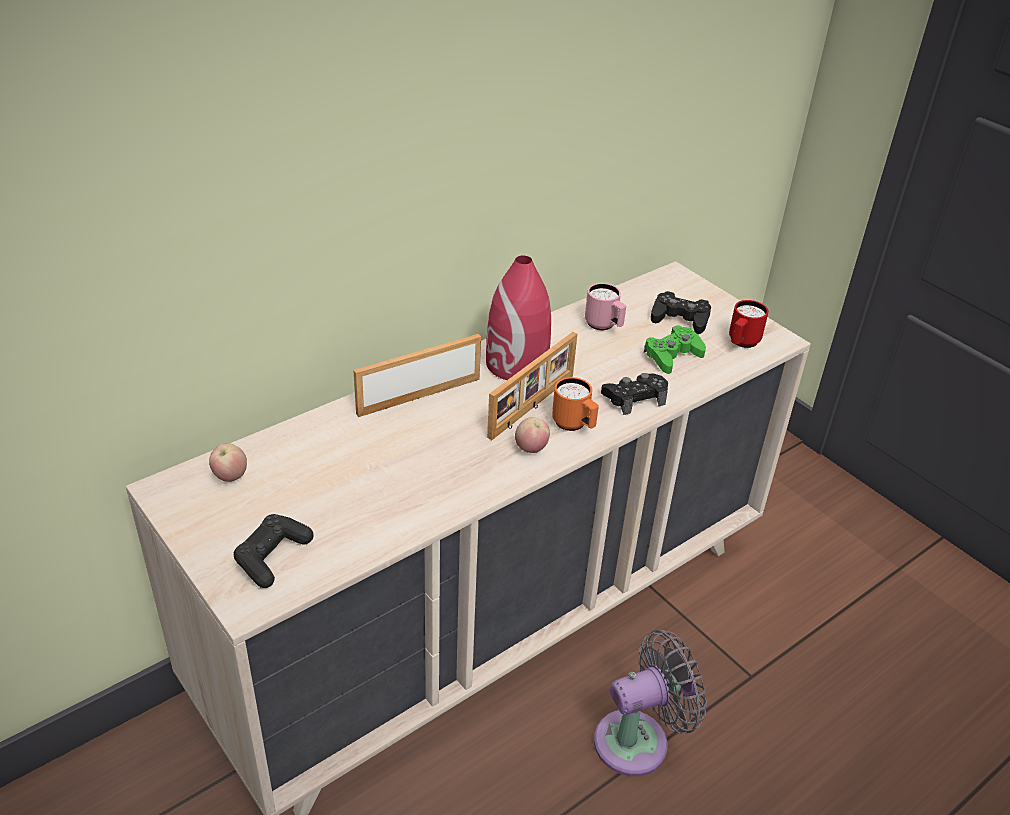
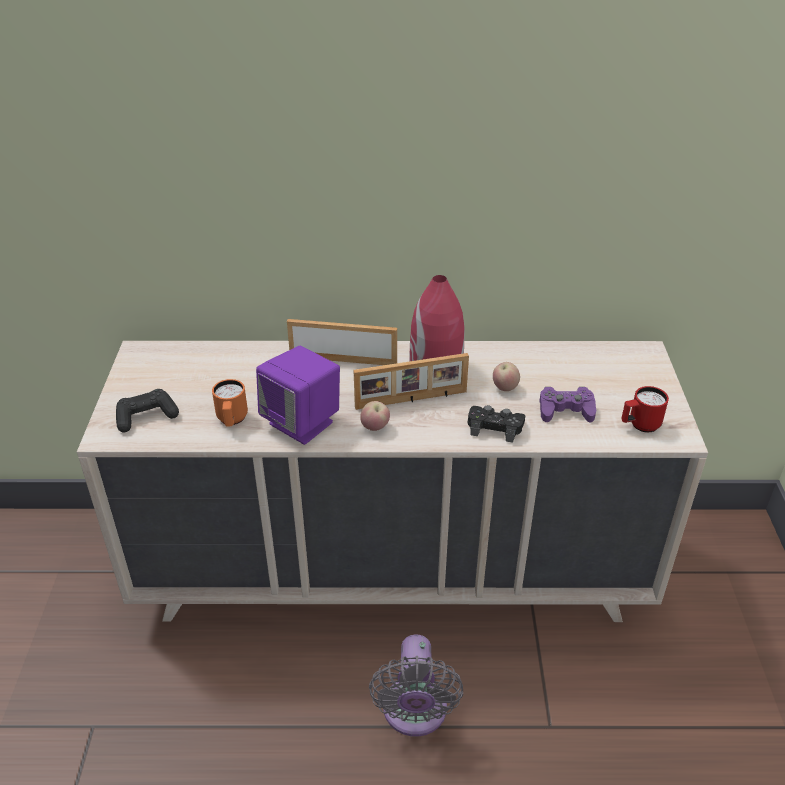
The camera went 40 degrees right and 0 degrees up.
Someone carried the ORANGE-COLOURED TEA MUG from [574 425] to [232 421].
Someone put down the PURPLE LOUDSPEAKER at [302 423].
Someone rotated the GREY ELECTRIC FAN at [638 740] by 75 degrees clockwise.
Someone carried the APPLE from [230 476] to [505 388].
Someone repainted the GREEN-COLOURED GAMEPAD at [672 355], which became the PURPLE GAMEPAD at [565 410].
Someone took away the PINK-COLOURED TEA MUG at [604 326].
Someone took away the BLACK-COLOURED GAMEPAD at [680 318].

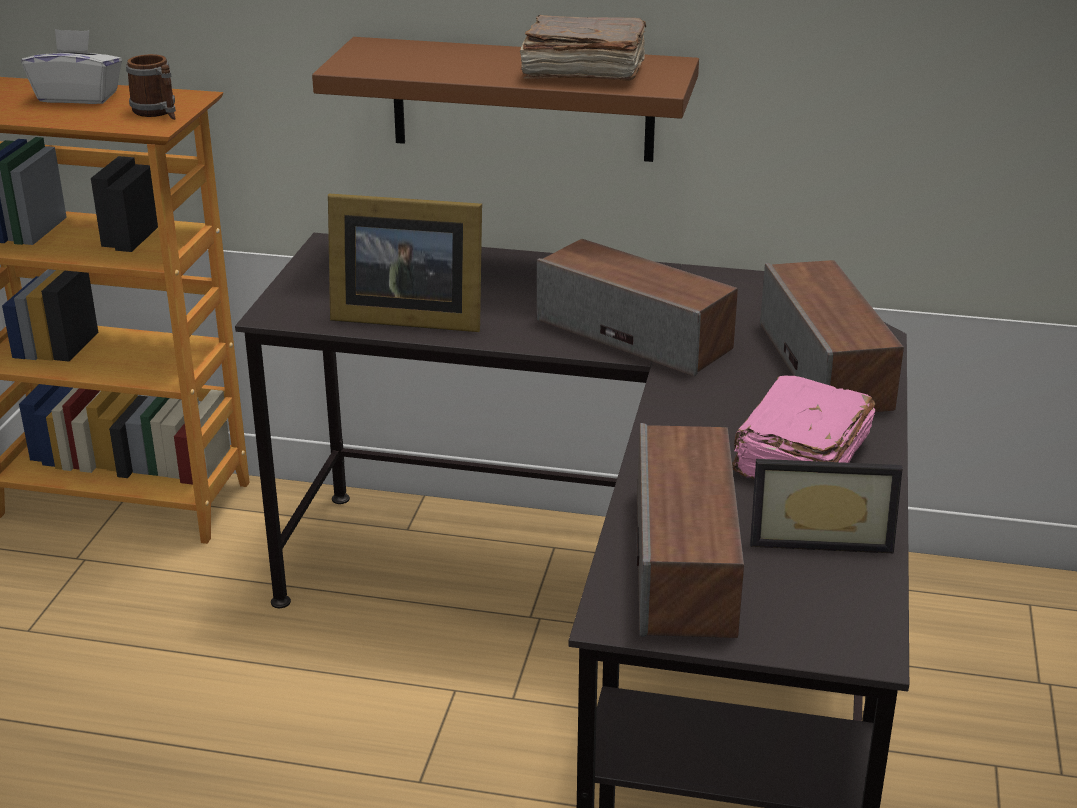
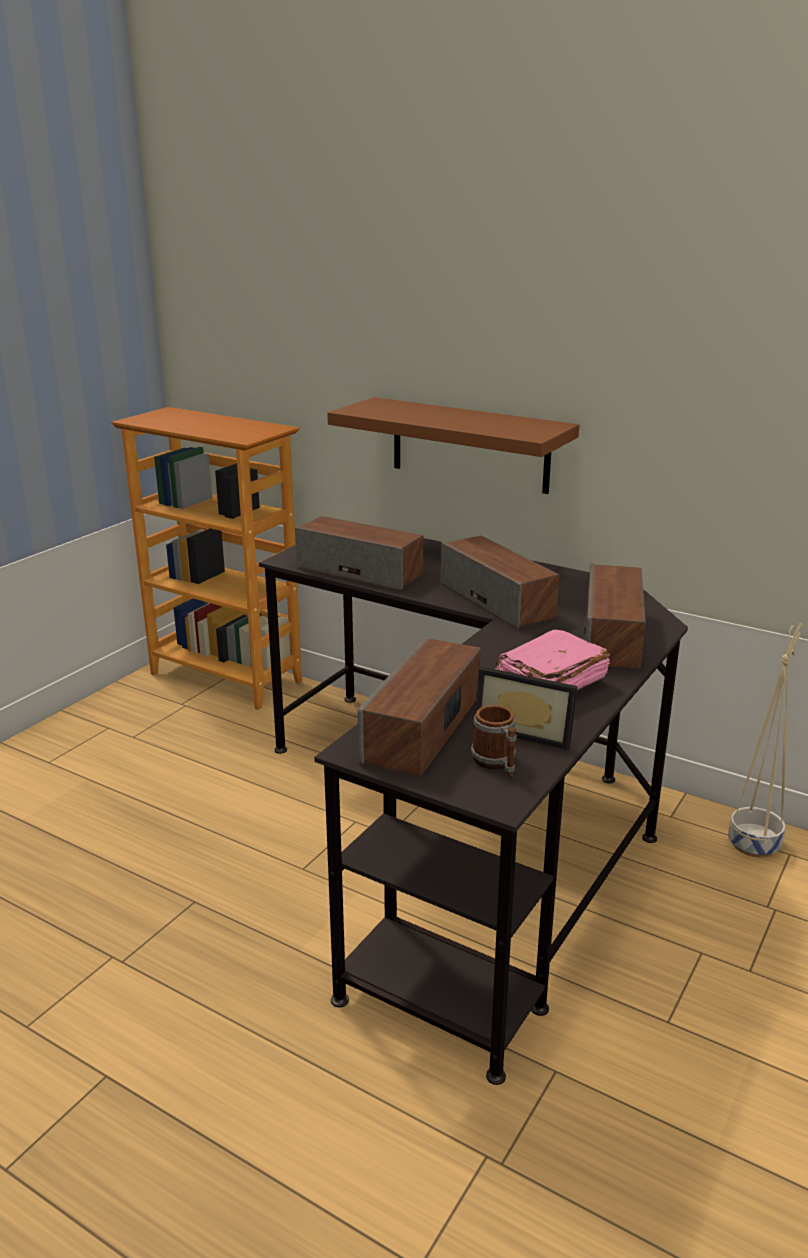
The camera went 20 degrees right and 5 degrees down.
Someone swapped the PICTURE FRAME at [404 316] for the LOUDSPEAKER at [360 571].
Someone carried the TEA MUG from [158 113] to [497 763].
Someone put down the BEIGE-COLOURED FLOWER POT at [754 843].
Someone took away the WHITISH TISSUE HOLDER at [78 97].
Someone took away the BROWNISH BOUND BOOK at [582 72].

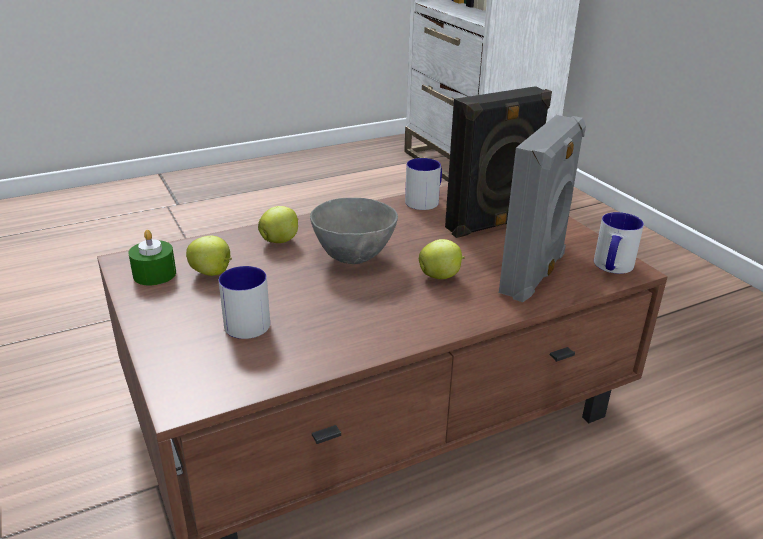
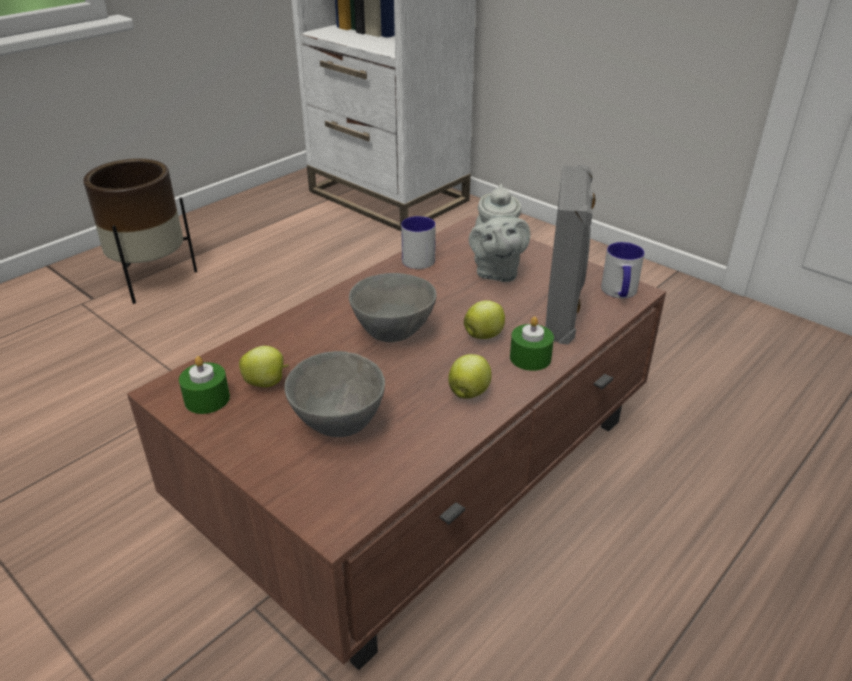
The camera went 20 degrees left and 5 degrees up.
Someone put down the BROWNISH FLOWER POT at [152 279].
Someone swapped the TEA MUG at [247 320] for the GREY BOWL at [337 424].
Someone carried the APPLE from [280 241] to [469 392].
Someone swapped the BLACK-COLOURED LOUDSPEAKER at [492 225] for the GREY TEA POT at [496 271].
Someone put down the GREEN-COLOURED CANDLE at [530 358].

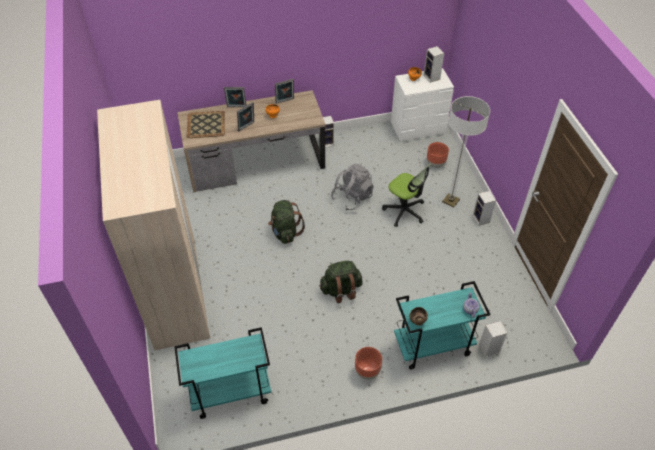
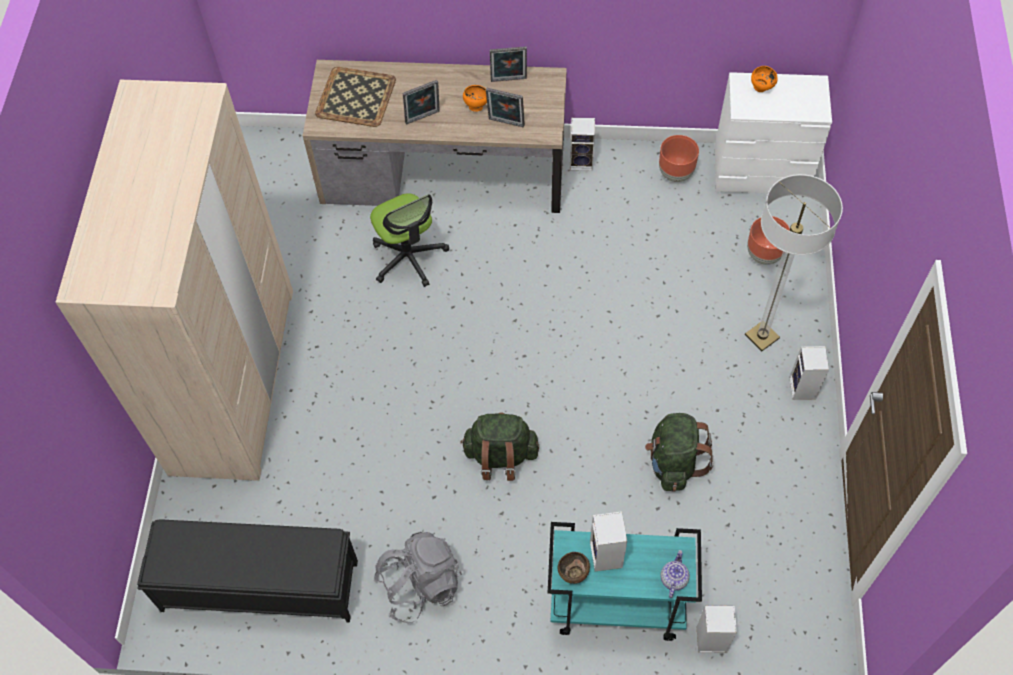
The camera went 20 degrees right and 10 degrees up.
Someone swapped the TURQUOISE-COLOURED TROLLEY at [230 393] for the BLACK-COLOURED BENCH at [258 586].
Someone carried the COMPUTER CHAIR from [404 211] to [409 257].
Someone carried the GREY BACKPACK from [352 197] to [420 585].
Someone carried the PICTURE FRAME from [236 107] to [505 124].
Someone carried the LOUDSPEAKER from [432 77] to [607 556].
Someone carried the GREEN-COLOURED BACKPACK from [285 232] to [673 462].
Someone carried the BROWNISH FLOWER POT from [367 371] to [675 173].

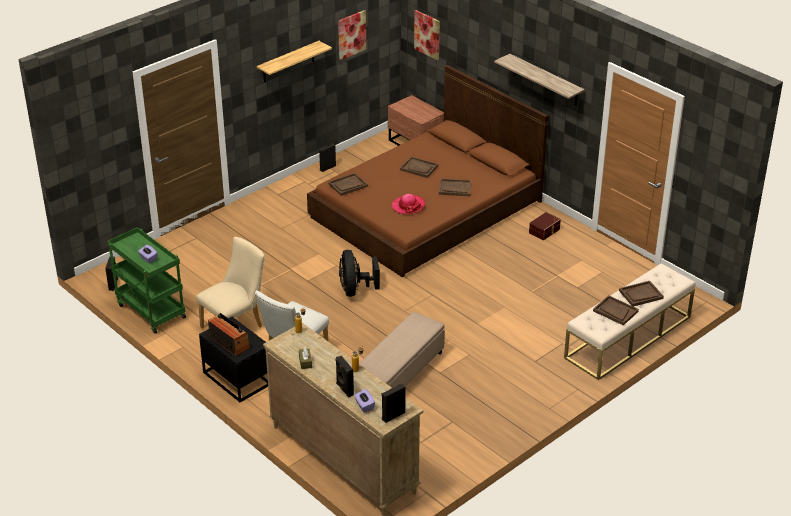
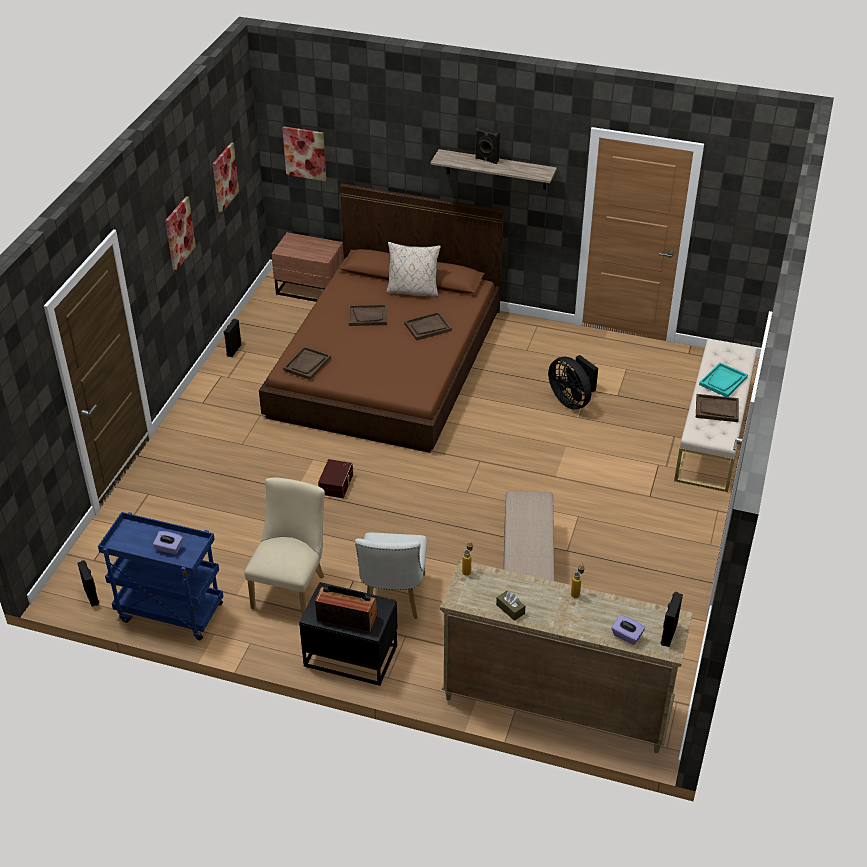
The camera went 30 degrees left and 5 degrees up.
Someone repainted the GREEN-COLOURED TROLLEY at [150 311], which became the BLUE TROLLEY at [169 613].
Someone swapped the WALL SHELF at [288 62] for the WALL ART at [179 233].
Someone carried the BROWNISH STORAGE BIN from [545 231] to [337 484].
Someone put down the BEIGE-COLOURED THROW PILLOW at [413 291].
Someone carried the BLACK-COLOURED LOUDSPEAKER from [344 389] to [486 160].
Someone carried the BLACK-COLOURED ELECTRIC FAN from [355 290] to [571 400].
Someone repainted the BROWNISH TRAY at [641 295], which became the TURQUOISE-COLOURED TRAY at [723 381].
Someone took away the HAT at [408 206].

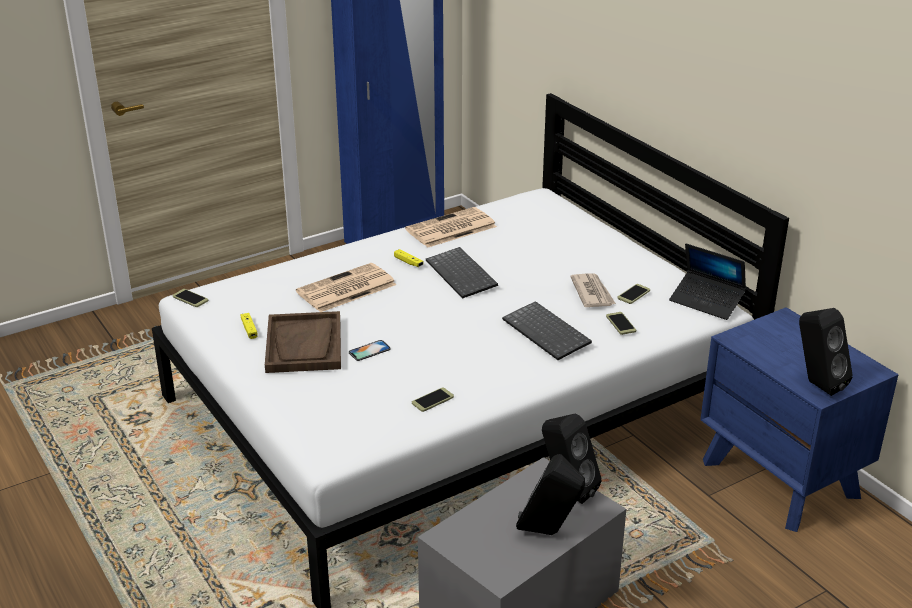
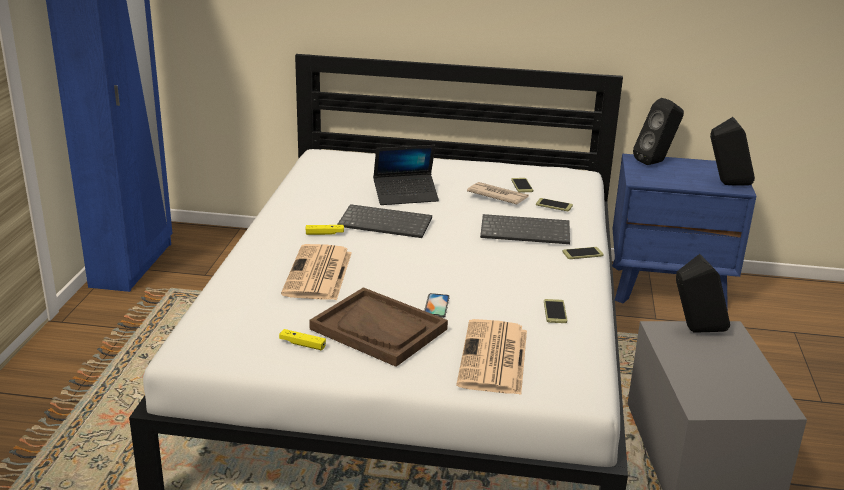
The camera went 50 degrees left and 5 degrees down.
Someone carried the LAPTOP from [706 301] to [406 195].
Someone carried the NEWSPAPER from [450 229] to [494 359].
Someone carried the PHONE from [190 298] to [582 253].
Someone carried the BLACK-COLOURED LOUDSPEAKER from [549 532] to [656 162].

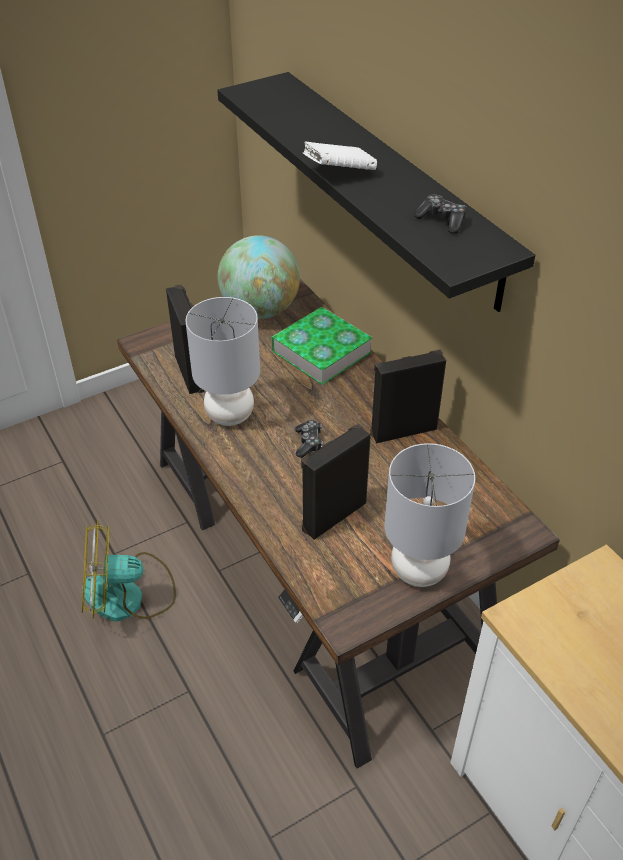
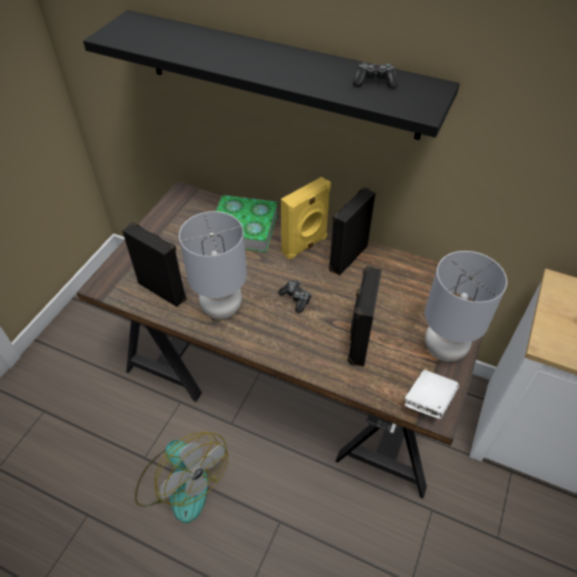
The camera went 35 degrees left and 5 degrees up.
Someone rotated the ELECTRIC FAN at [128 596] by 90 degrees counterclockwise.
Someone put down the YELLOW LOUDSPEAKER at [305 245].
Someone carried the WHITISH BOUND BOOK from [339 172] to [428 401].
Someone took away the GLOBE at [260 310].

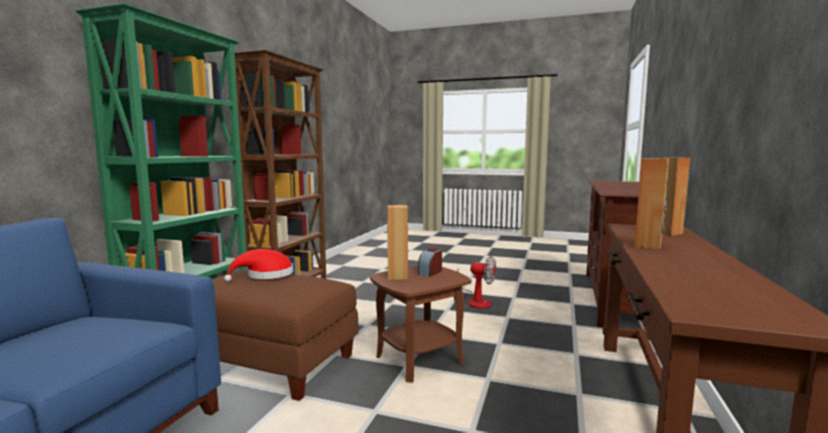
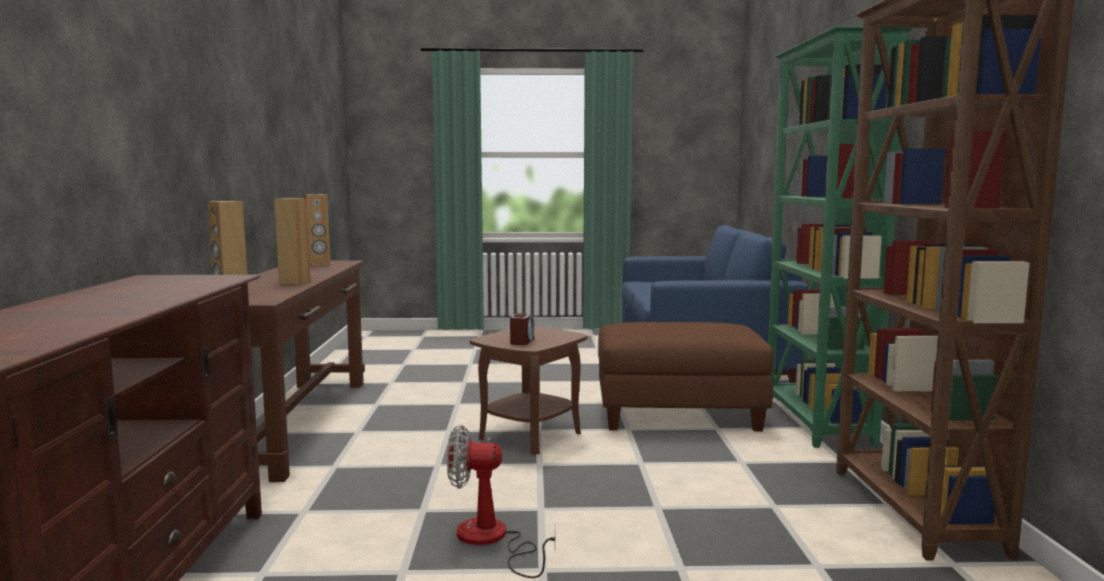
The camera went 160 degrees right and 0 degrees up.
Someone carried the BROWNISH LOUDSPEAKER from [397 276] to [319 264].
Someone took away the RED-COLOURED HAT at [266 275].

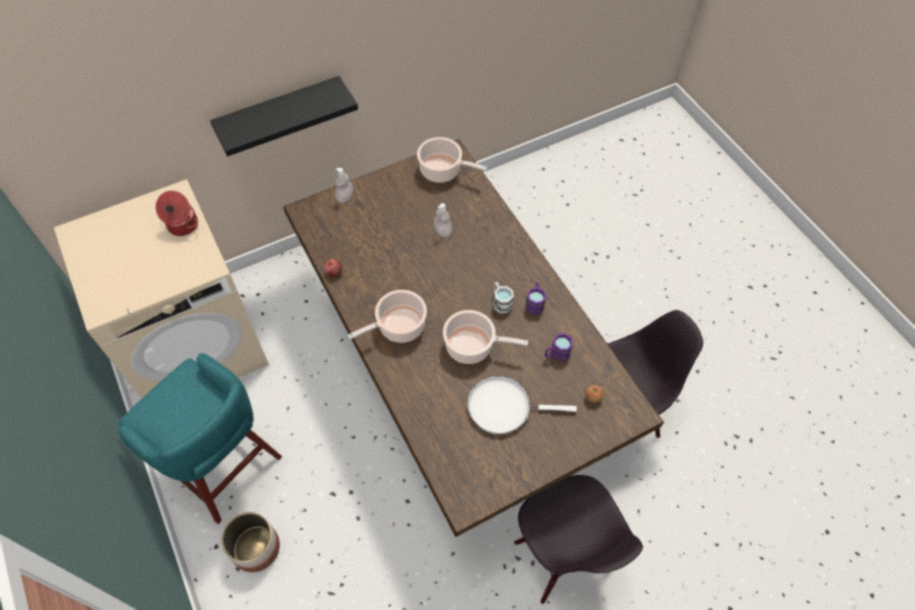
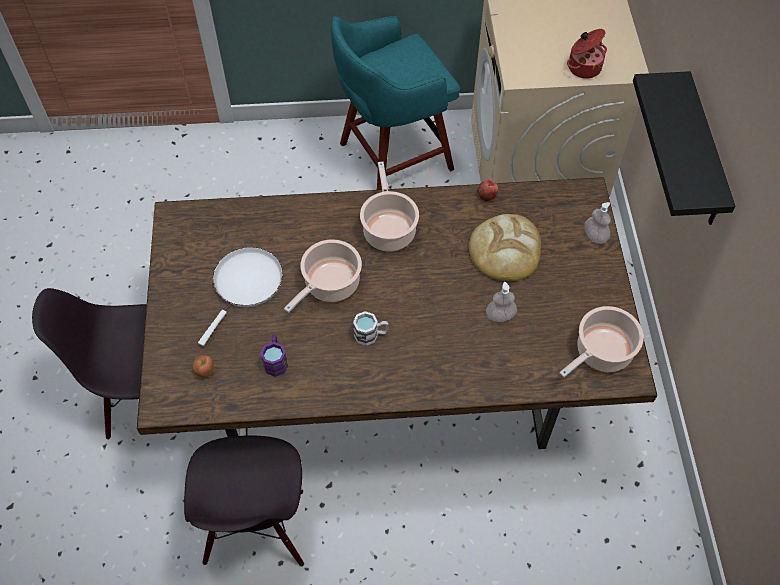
The camera went 115 degrees right and 0 degrees up.
Someone put down the BREAD at [505 250].
Someone took away the FLOWER POT at [255 548].
Someone took away the PURPLE TEA MUG at [534 303].

